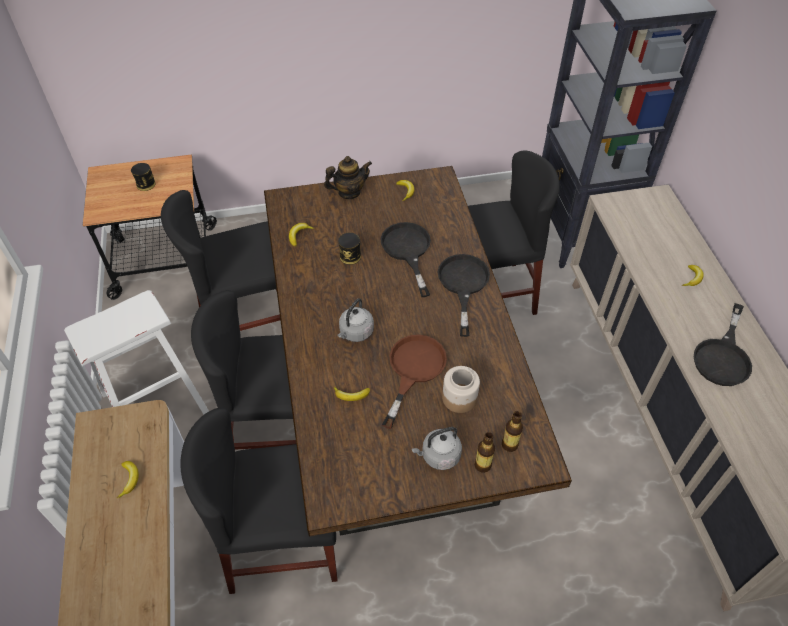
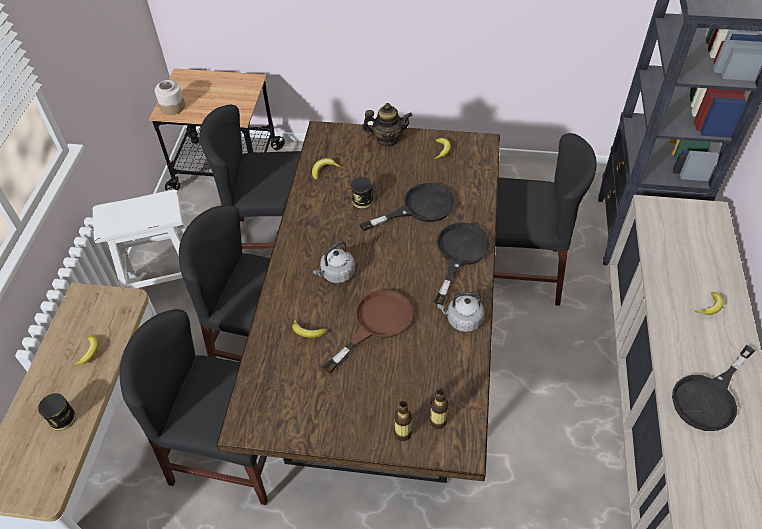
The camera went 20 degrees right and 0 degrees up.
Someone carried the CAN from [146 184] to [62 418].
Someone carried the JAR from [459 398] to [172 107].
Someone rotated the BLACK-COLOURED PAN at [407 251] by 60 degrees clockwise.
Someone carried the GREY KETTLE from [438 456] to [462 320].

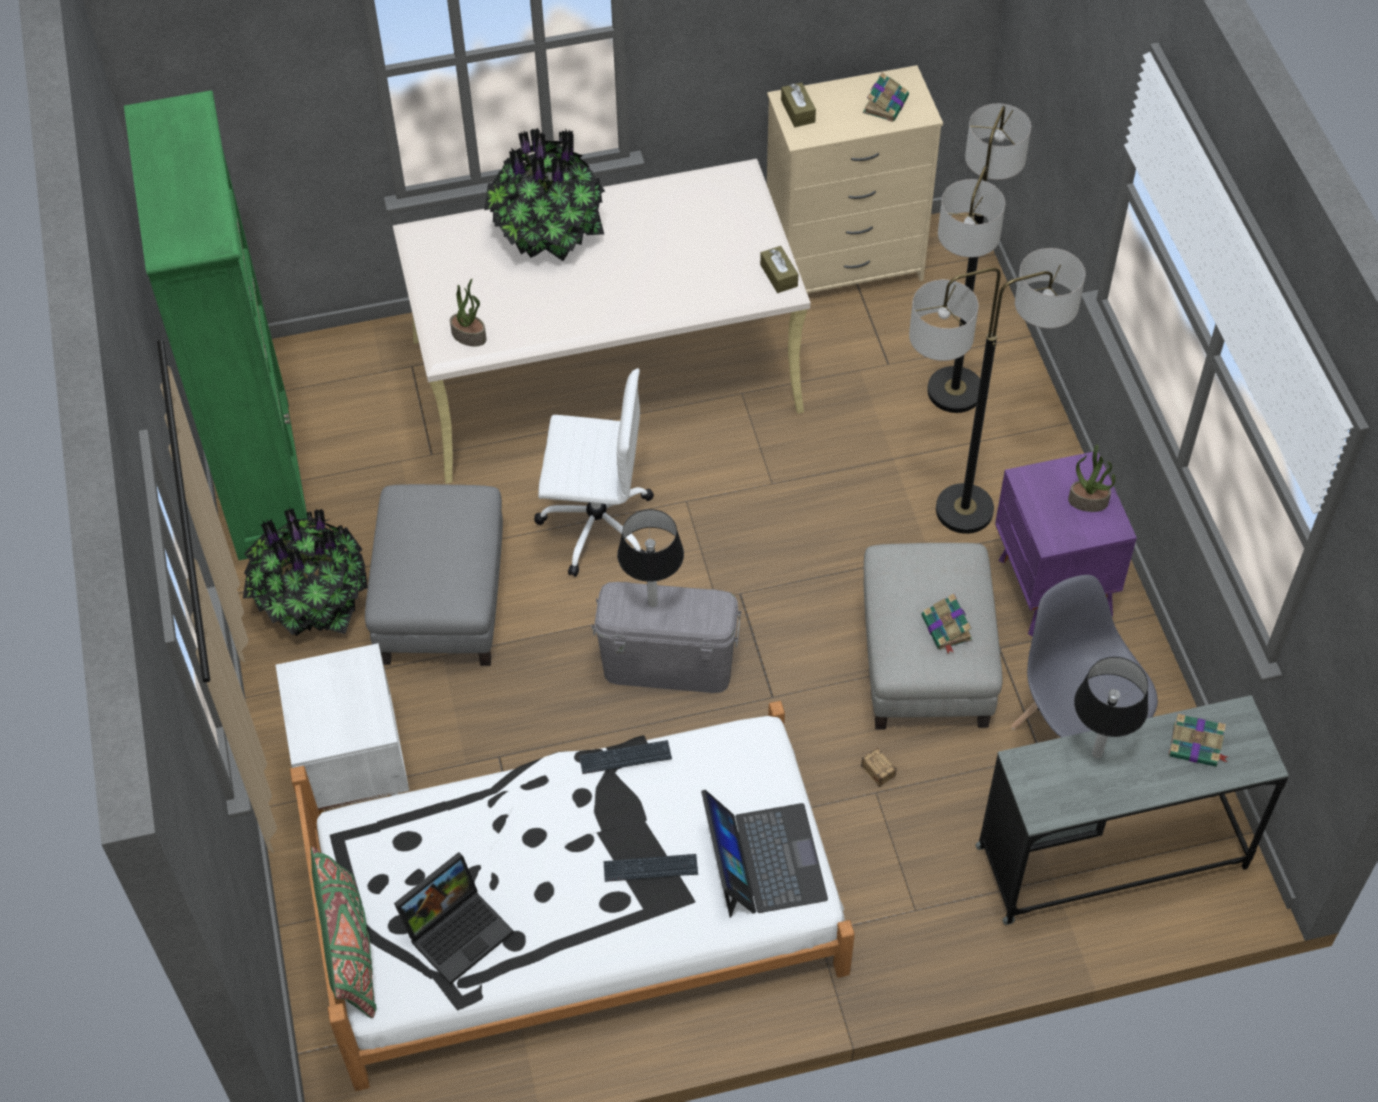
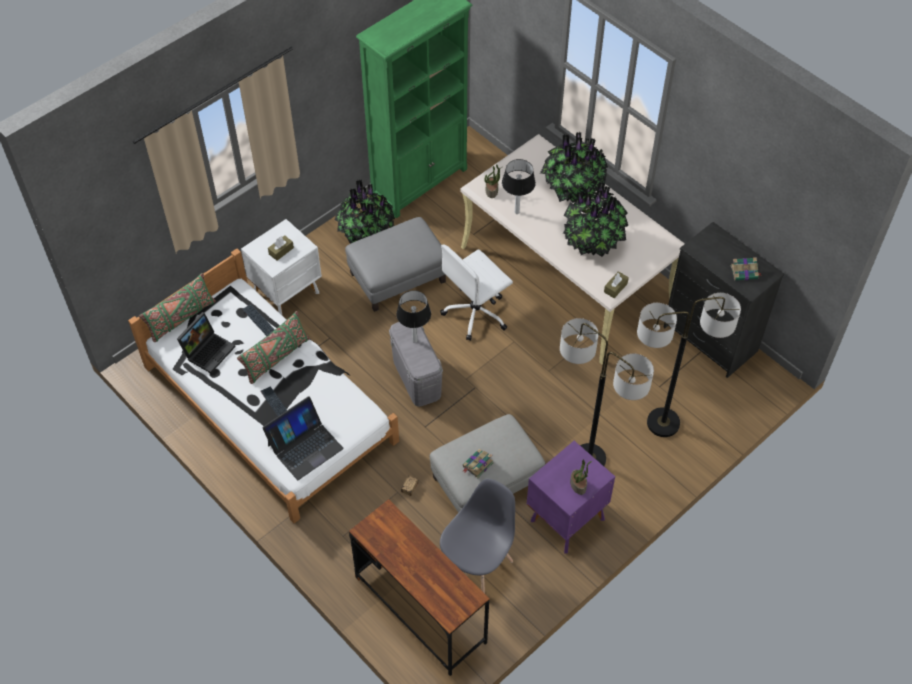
The camera went 60 degrees right and 0 degrees up.
Someone rotated the LAPTOP at [458 929] by 75 degrees counterclockwise.
Someone put down the GREEN-COLOURED THROW PILLOW at [276 358].
Someone carried the KEYBOARD from [625 758] to [259 321].
Someone carried the BROWNISH TISSUE HOLDER from [798 111] to [281 251].
Someone repainted the GREY DESK TABLE at [1111 858], which became the BROWNISH DESK TABLE at [420 610].
Someone rotated the WHITISH COMPUTER CHAIR at [595 524] by 75 degrees clockwise.
Someone carried the TABLETOP LAMP from [1096 753] to [516 212].
Someone put down the POTTED PLANT at [593 243].
Someone repainted the BEIGE-COLOURED CHEST OF DRAWERS at [844 266], which became the BLACK-COLOURED CHEST OF DRAWERS at [709 339].
Someone took away the BOUND BOOK at [1196 746].

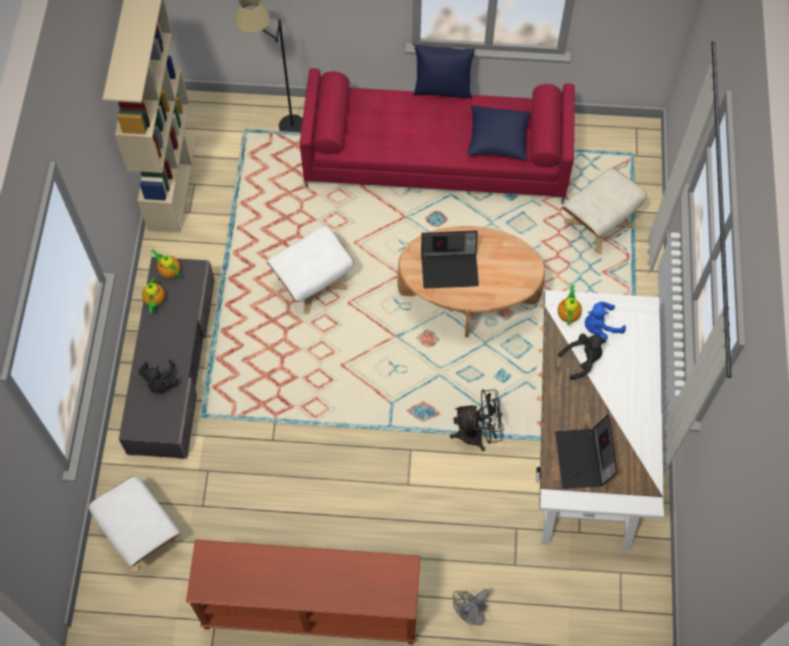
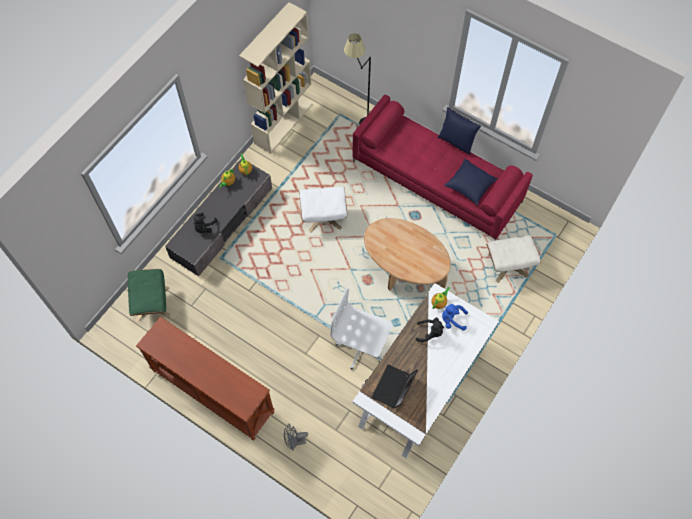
The camera went 30 degrees right and 0 degrees up.
Someone repainted the WHITISH OTTOMAN at [141 534], which became the GREEN-COLOURED OTTOMAN at [151 303].
Someone swapped the BLACK-COLOURED ELECTRIC FAN at [477 434] for the WHITISH COMPUTER CHAIR at [361 347].
Someone took away the LAPTOP at [450 267].

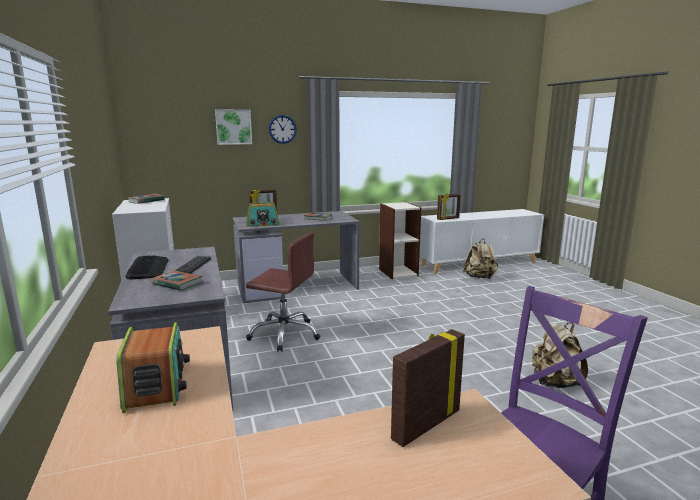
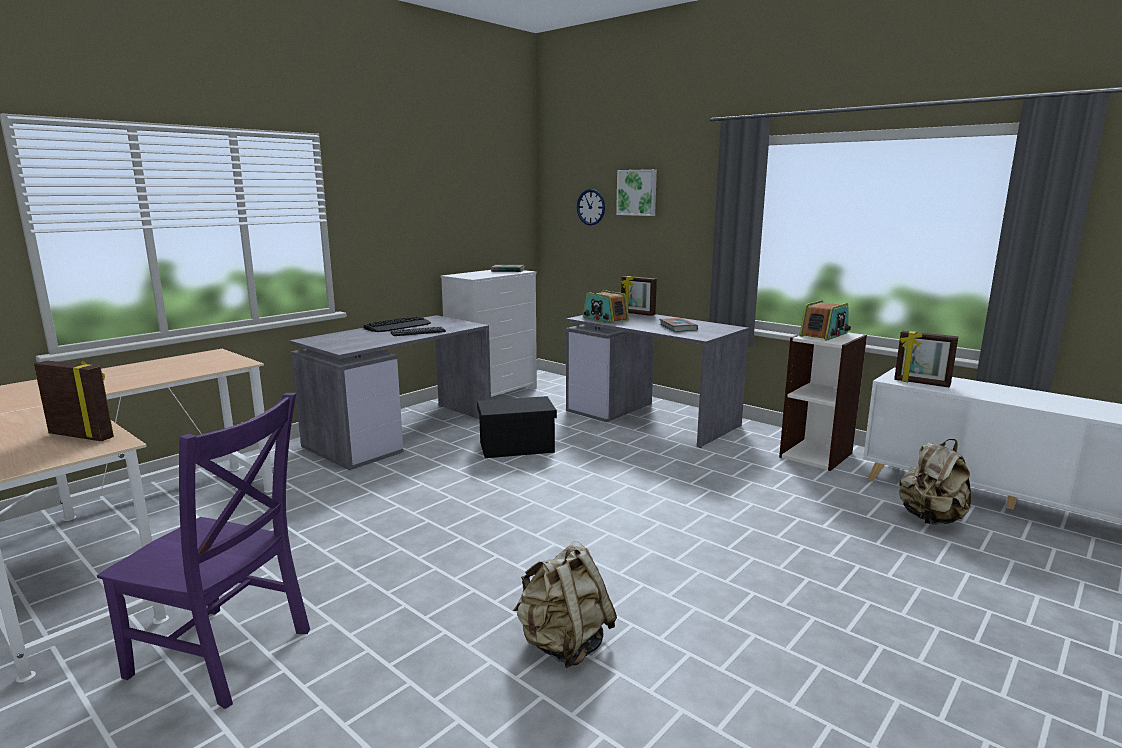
The camera went 60 degrees right and 0 degrees up.
Someone swapped the BROWNISH COMPUTER CHAIR at [285 334] for the BLACK-COLOURED STORAGE BIN at [516 447].
Someone carried the HANGING CLOCK from [282 129] to [591 207].
Someone carried the RADIO RECEIVER from [156 385] to [824 335].
Someone took away the BOUND BOOK at [177 283].

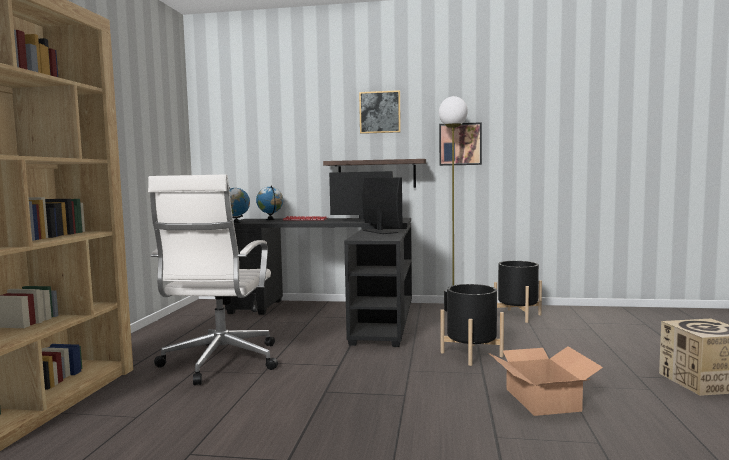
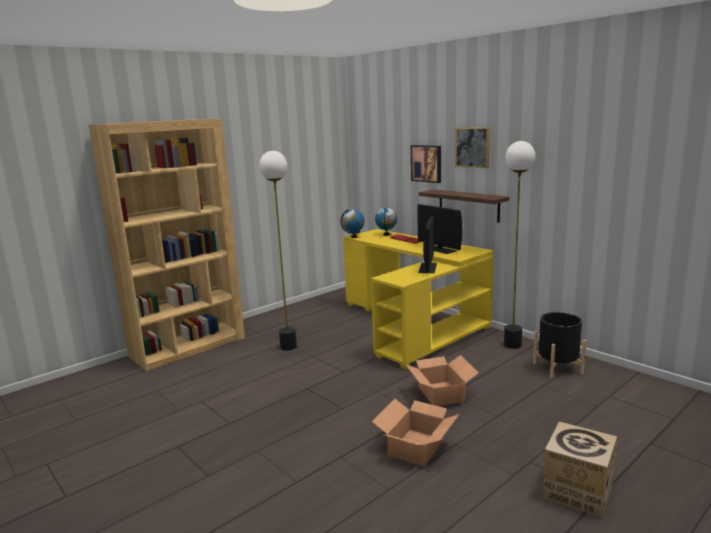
The camera went 40 degrees right and 10 degrees up.
Someone swapped the WHITISH COMPUTER CHAIR at [219 362] for the STANDING LAMP at [288 347].
Someone repainted the BLACK-COLOURED DESK TABLE at [335 314], which became the YELLOW DESK TABLE at [414 324].
Someone swapped the BLACK-COLOURED FLOWER POT at [471 354] for the CARTON at [441 393].
Someone carried the WALL ART from [460 144] to [427 163].

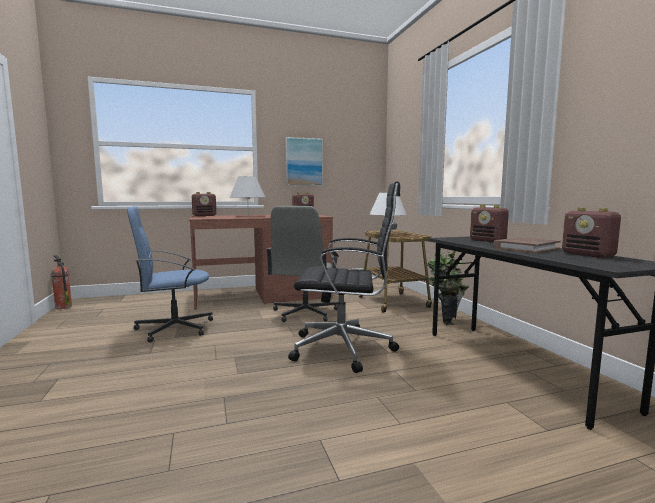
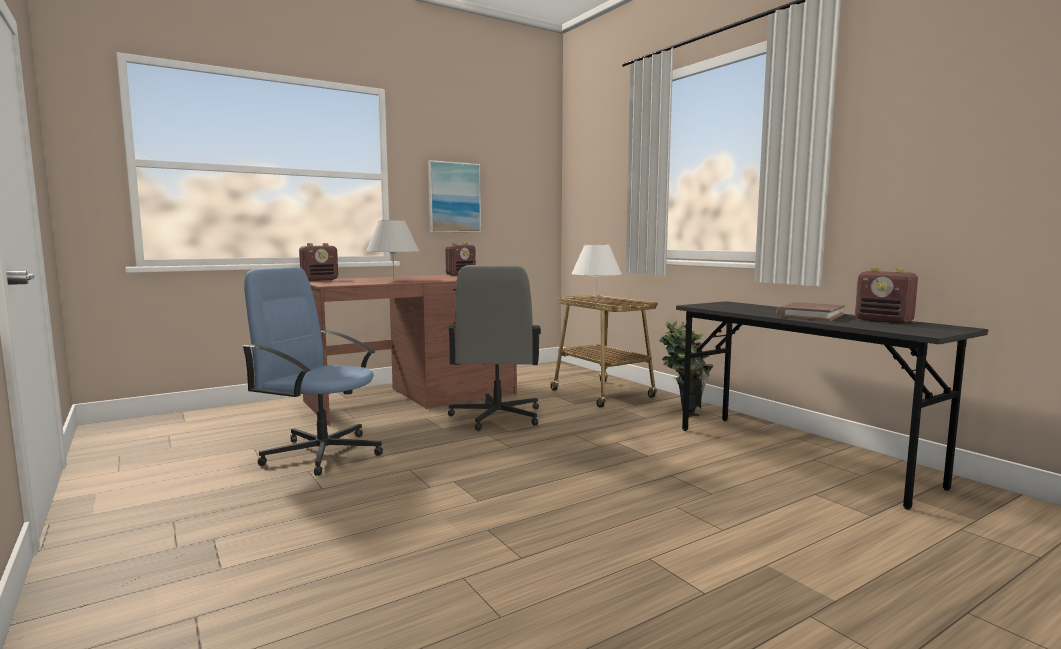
The camera went 15 degrees left and 0 degrees up.
Someone rotated the BLUE COMPUTER CHAIR at [173 328] by 60 degrees clockwise.
Someone took away the EXTINGUISHER at [63 307].
Someone took away the BLACK-COLOURED COMPUTER CHAIR at [345 349].
Someone took away the RADIO RECEIVER at [488 241].

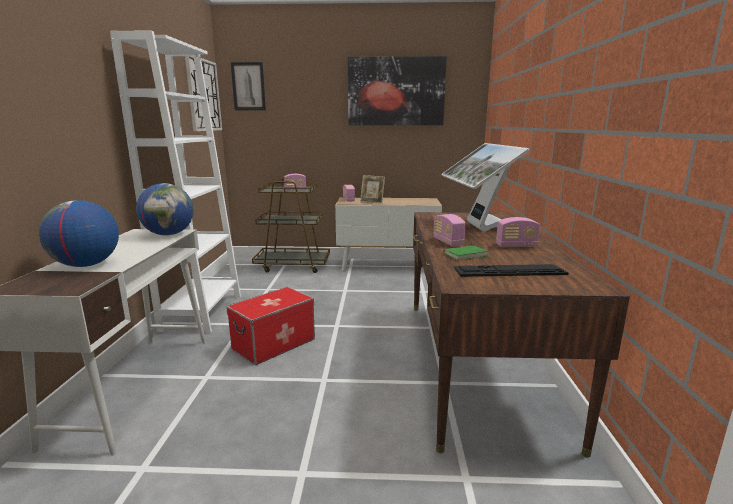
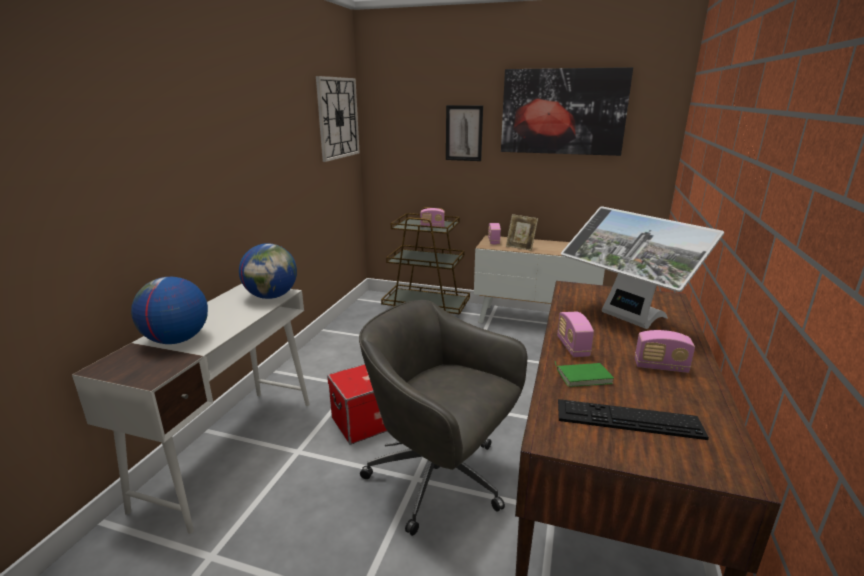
The camera went 15 degrees right and 5 degrees up.
Someone put down the GREY COMPUTER CHAIR at [440 479].
Someone carried the WALL ART from [248 86] to [464 133].
Someone rotated the COMPUTER SCREEN at [477 227] by 45 degrees counterclockwise.
Someone took away the WHITISH BOOKCASE at [202 312].

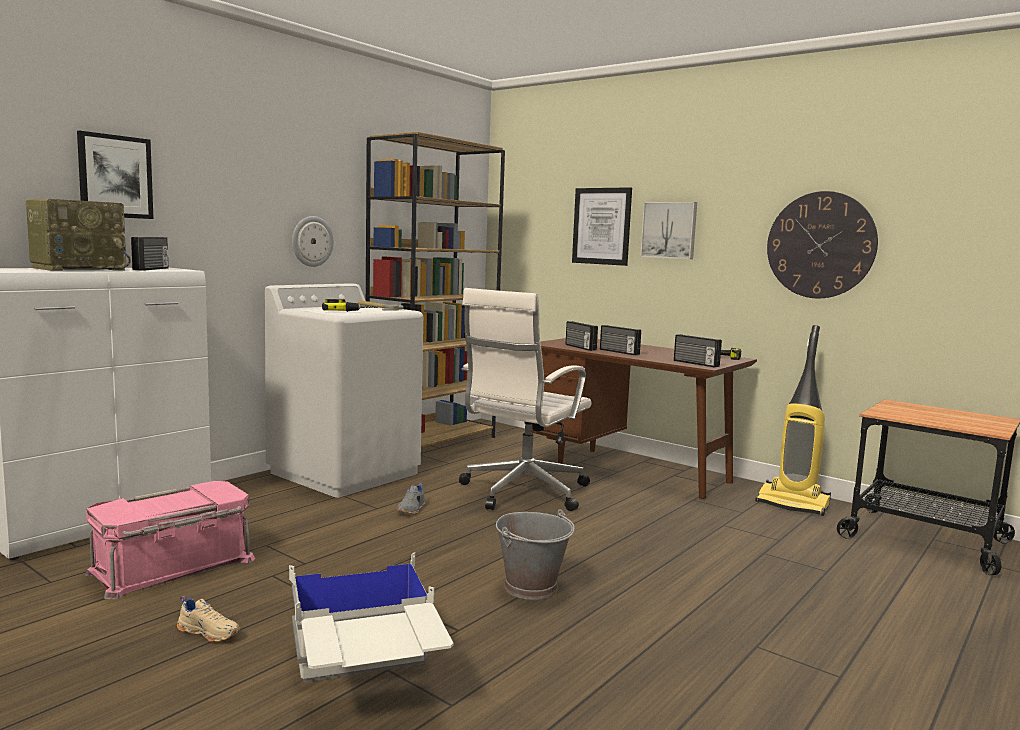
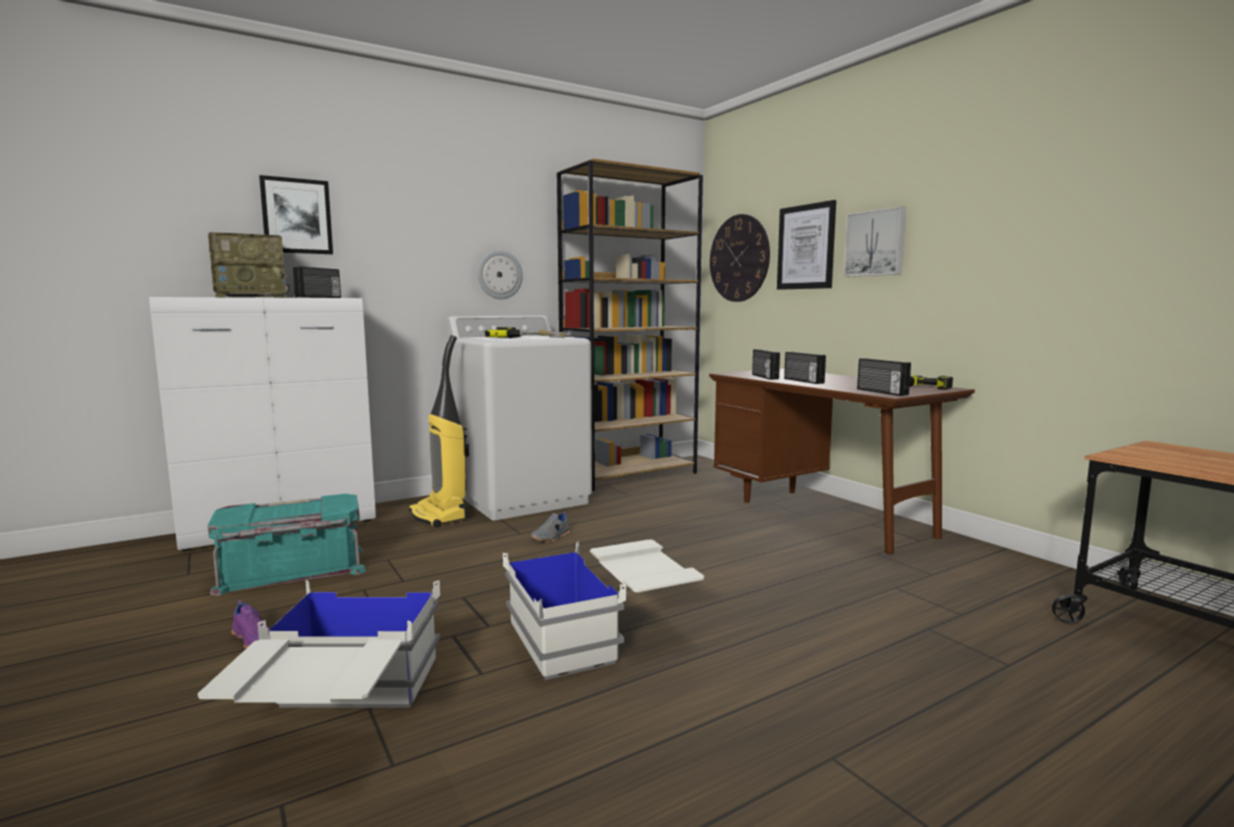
The camera went 20 degrees right and 0 degrees up.
Someone repainted the PINK-COLOURED STORAGE BIN at [173 567], which became the TURQUOISE-COLOURED STORAGE BIN at [292 571].
Someone repainted the BEIGE-COLOURED LOW SHOE at [209 632], which became the PURPLE LOW SHOE at [254 639].
Someone carried the VACUUM CLEANER from [793 504] to [440 516].
Someone swapped the GREY WATER BUCKET at [531 587] for the WHITISH STORAGE BIN at [602 635].
Someone carried the HANGING CLOCK from [820 245] to [739 258].
Someone took away the WHITISH COMPUTER CHAIR at [522 492].

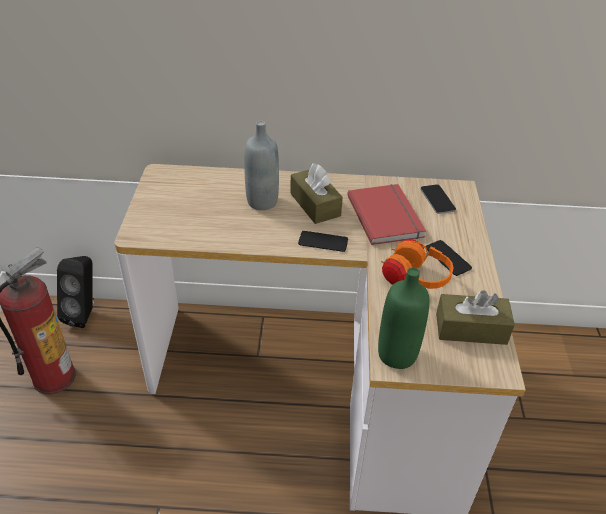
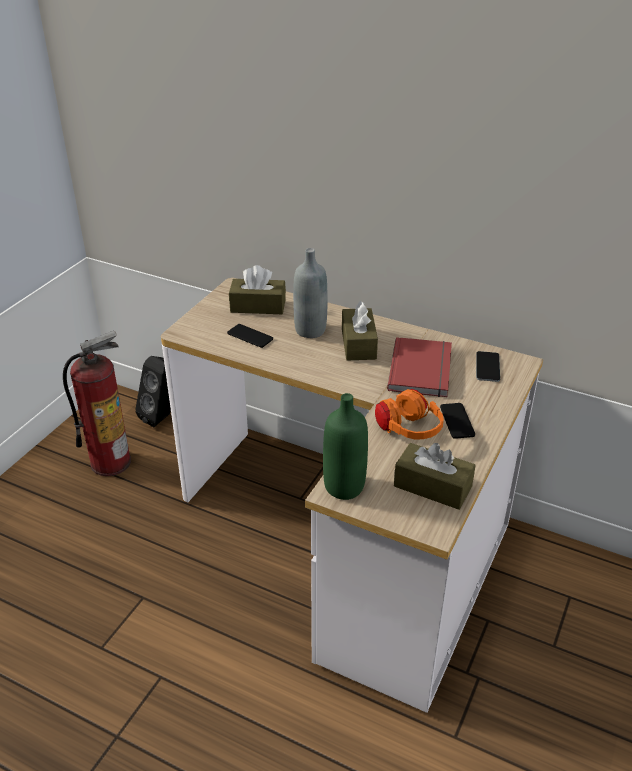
The camera went 25 degrees right and 5 degrees down.
Someone carried the PHONE from [323 242] to [250 336].
Someone put down the BROWNISH TISSUE HOLDER at [258 306].

